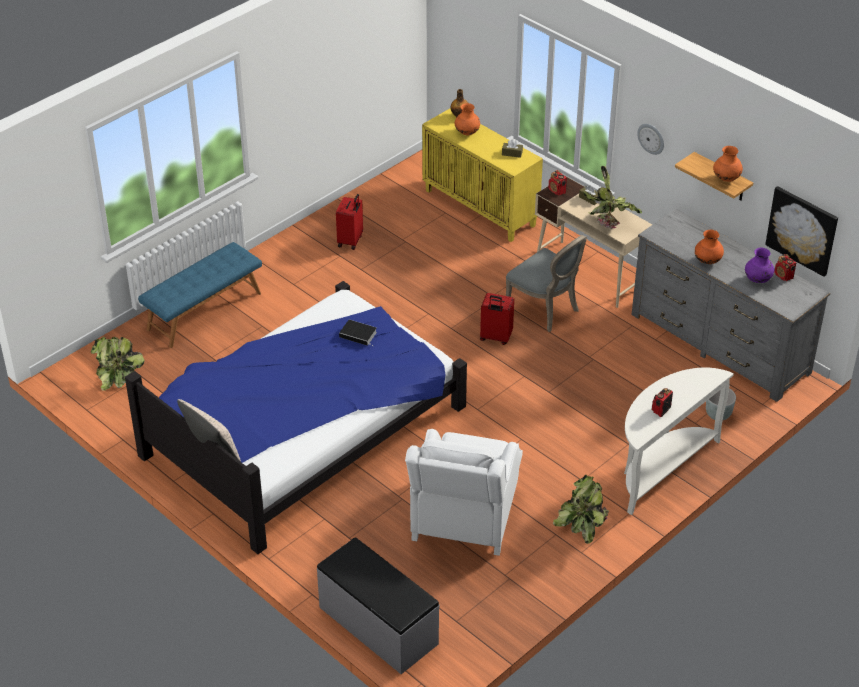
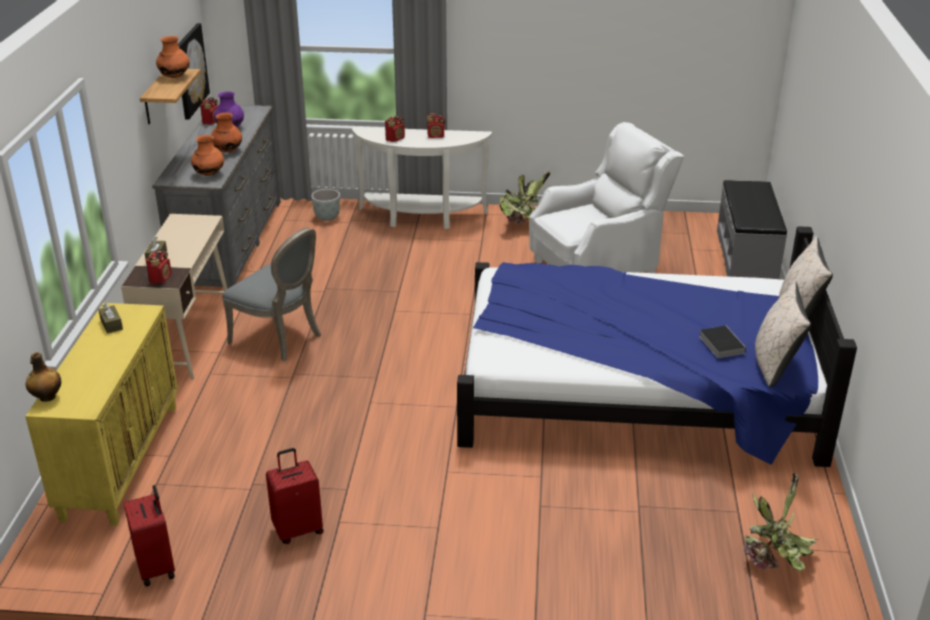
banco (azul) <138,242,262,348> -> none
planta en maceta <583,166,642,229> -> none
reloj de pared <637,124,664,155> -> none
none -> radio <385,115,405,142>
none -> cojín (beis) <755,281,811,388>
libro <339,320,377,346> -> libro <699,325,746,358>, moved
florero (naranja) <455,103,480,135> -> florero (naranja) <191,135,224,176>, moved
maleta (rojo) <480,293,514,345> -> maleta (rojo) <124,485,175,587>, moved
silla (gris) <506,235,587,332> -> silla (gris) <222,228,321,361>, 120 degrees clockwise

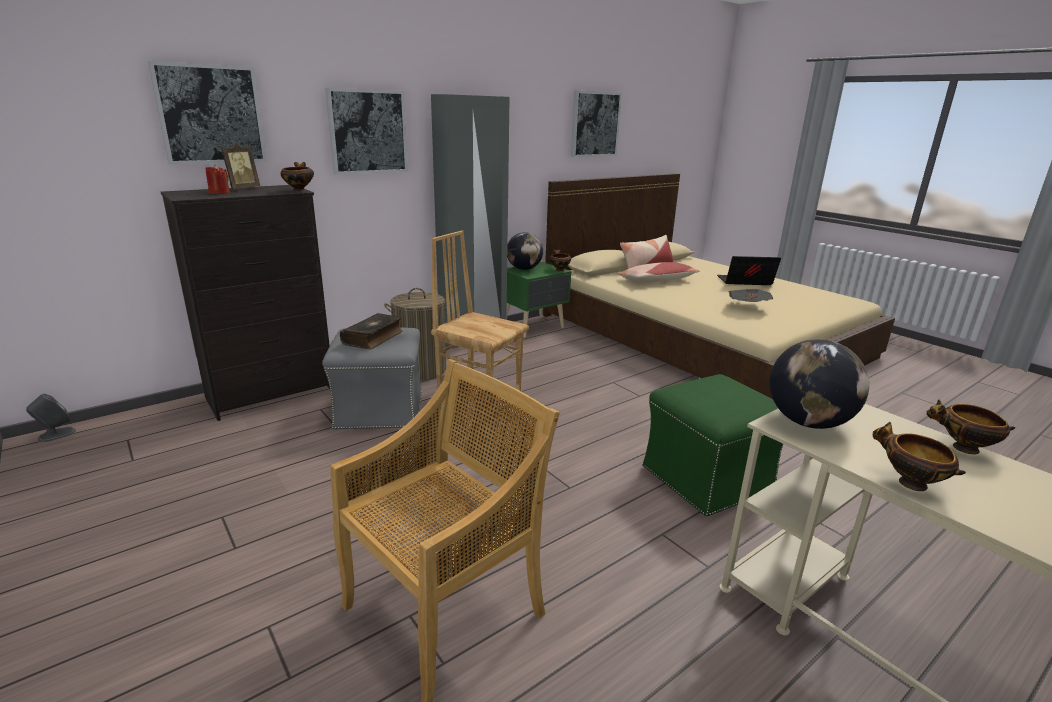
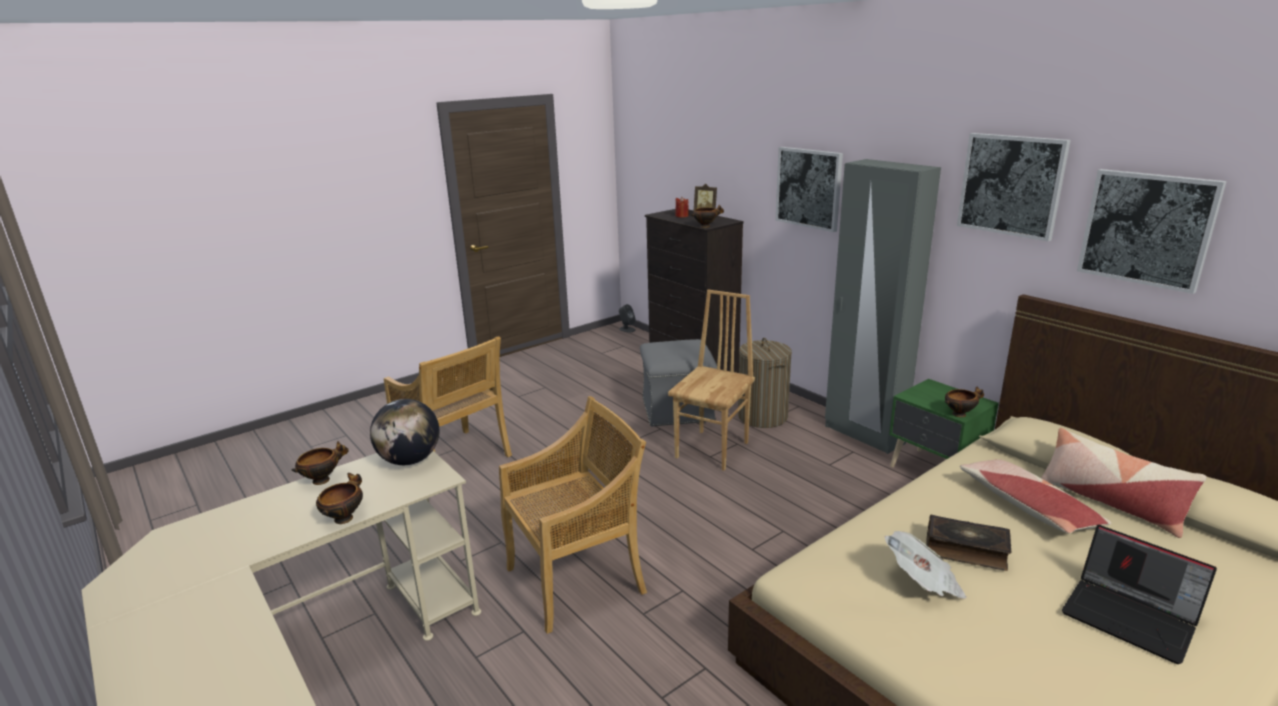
globo terráqueo <507,232,543,270> -> none
cuadro <148,61,267,164> -> cuadro <957,133,1071,241>, moved
libro <340,313,403,350> -> libro <926,515,1012,571>, moved
puf (verde) <643,374,783,516> -> silla (beis) <499,396,647,634>
portátil <717,256,781,285> -> portátil <1062,525,1217,664>, 135 degrees clockwise

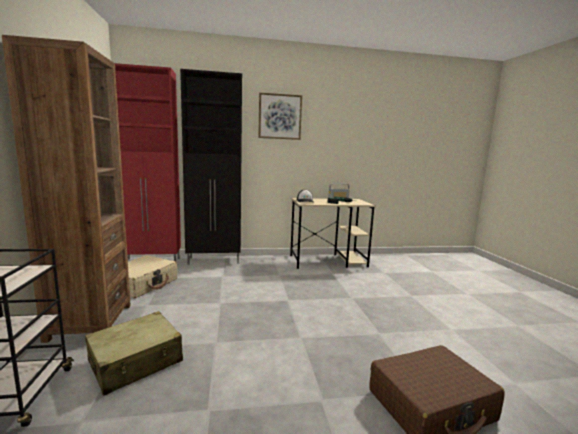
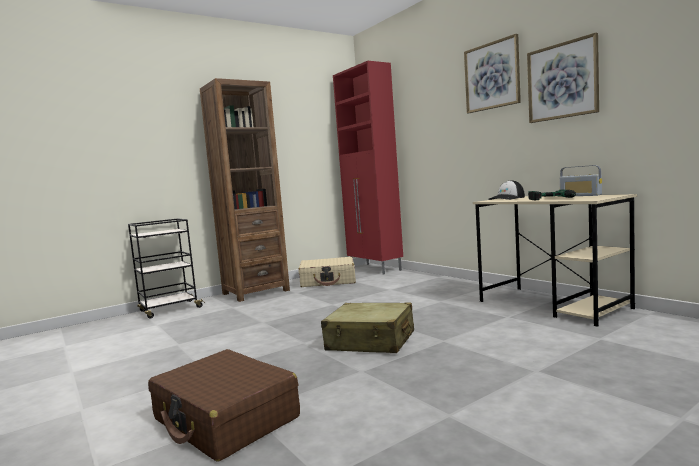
armario (negro) <180,69,242,265> -> none
none -> cuadro <527,33,599,123>
maleta (beis) <85,311,183,395> -> maleta (beis) <321,302,414,353>, moved

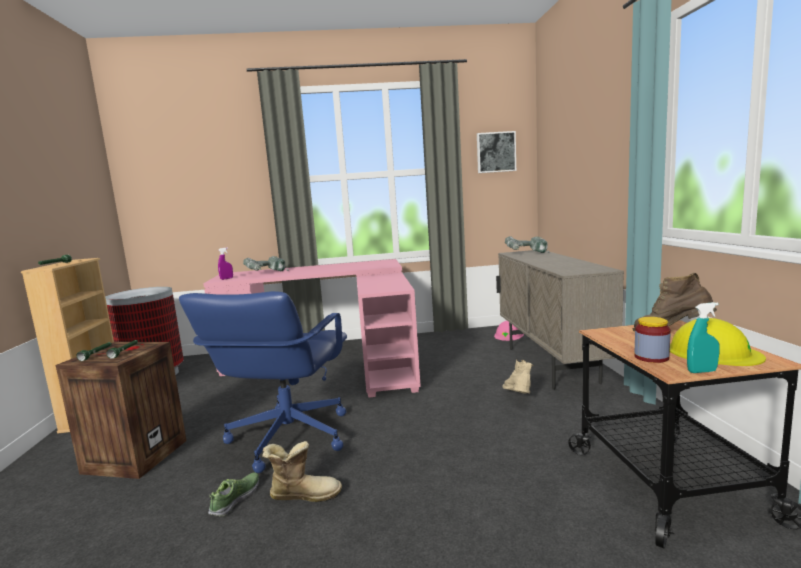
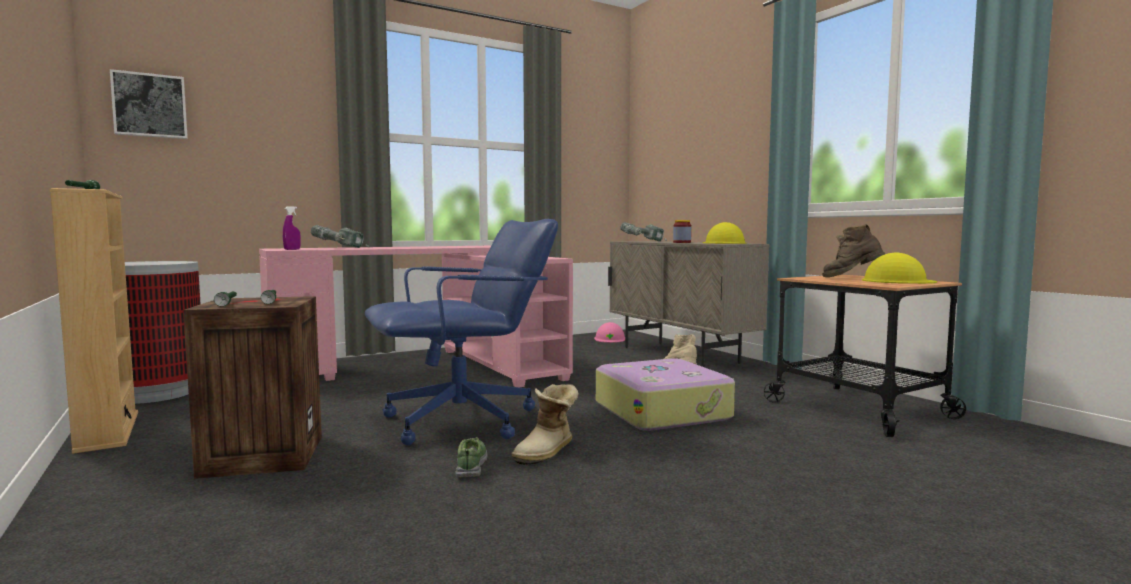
pulverizador (turquesa) <687,302,720,373> -> none
none -> maleta <596,358,735,431>
none -> casco (amarillo) <703,222,746,244>
cuadro <477,131,516,173> -> cuadro <110,69,188,139>, moved
tarro <635,317,671,363> -> tarro <673,220,691,243>, moved
silla de oficina (azul) <179,291,347,473> -> silla de oficina (azul) <365,219,558,446>, 105 degrees counterclockwise
bota <262,441,342,502> -> bota <512,384,579,465>, 150 degrees clockwise

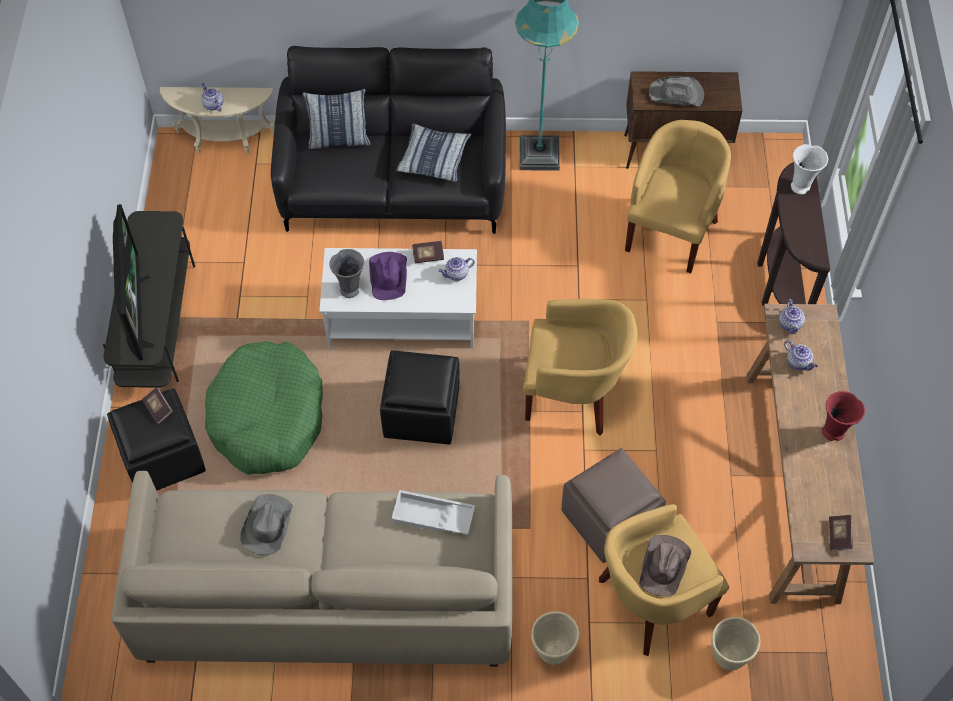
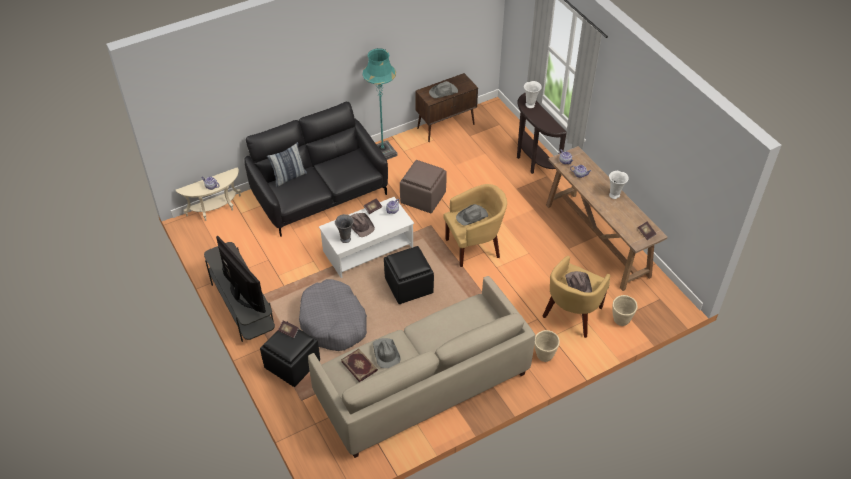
bandeja (blanco) <391,490,475,535> -> none
cojín <396,124,471,182> -> none
sillón (amarillo) <625,120,731,273> -> none
none -> libro <341,349,378,382>
none -> sombrero (gris) <456,204,488,226>
puf (marrón) <562,448,666,563> -> puf (marrón) <400,160,447,213>, moved
cama para perro (verde) <205,341,323,475> -> cama para perro (gris) <299,279,367,351>
sombrero (morado) <369,252,407,300> -> sombrero (marrón) <351,213,375,237>
florero (rojo) <822,391,865,441> -> florero (blanco) <609,171,629,199>

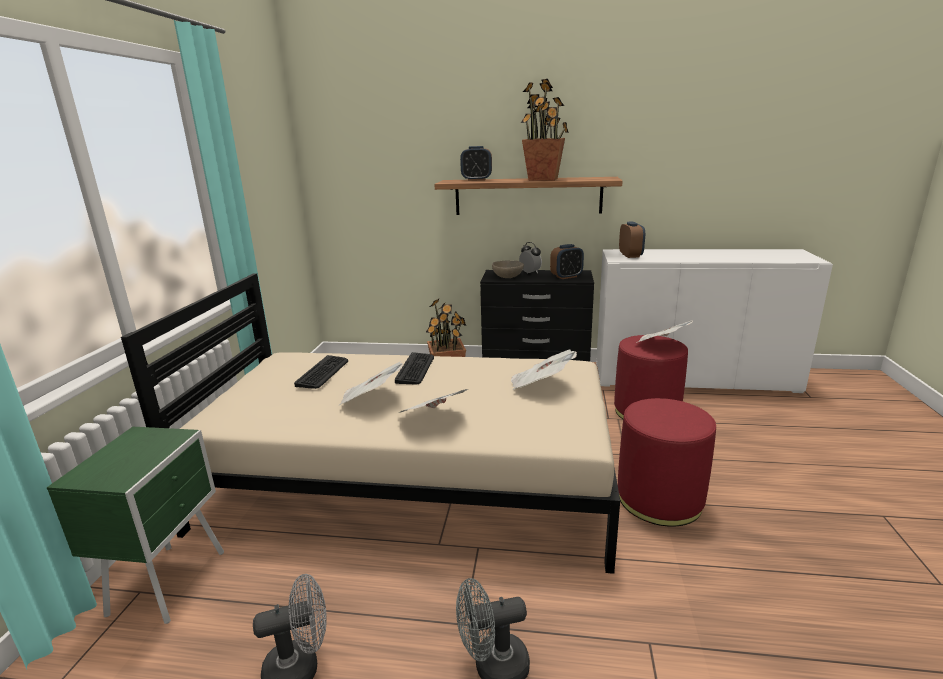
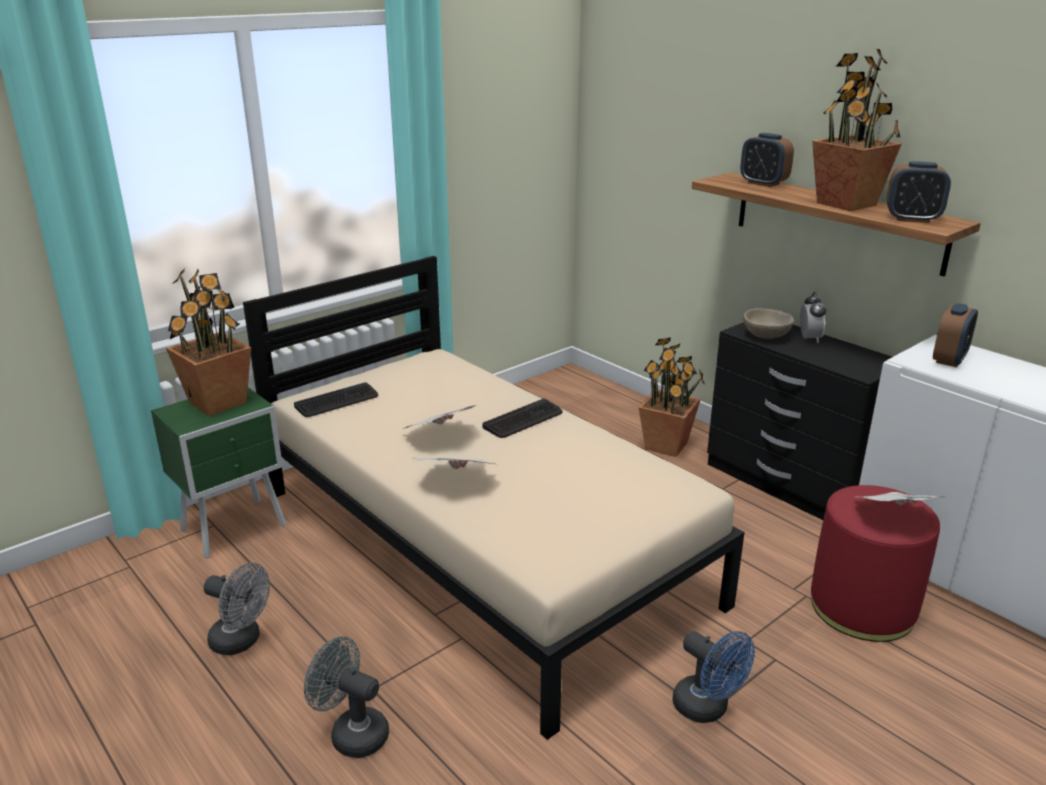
periódico <511,350,577,390> -> none
none -> planta en maceta <166,269,251,416>
teclado <294,355,348,389> -> teclado <294,382,378,417>, moved
despertador <550,244,584,279> -> despertador <887,161,951,223>, moved
puf (rojo) <618,398,716,527> -> ventilador (azul) <673,631,755,723>

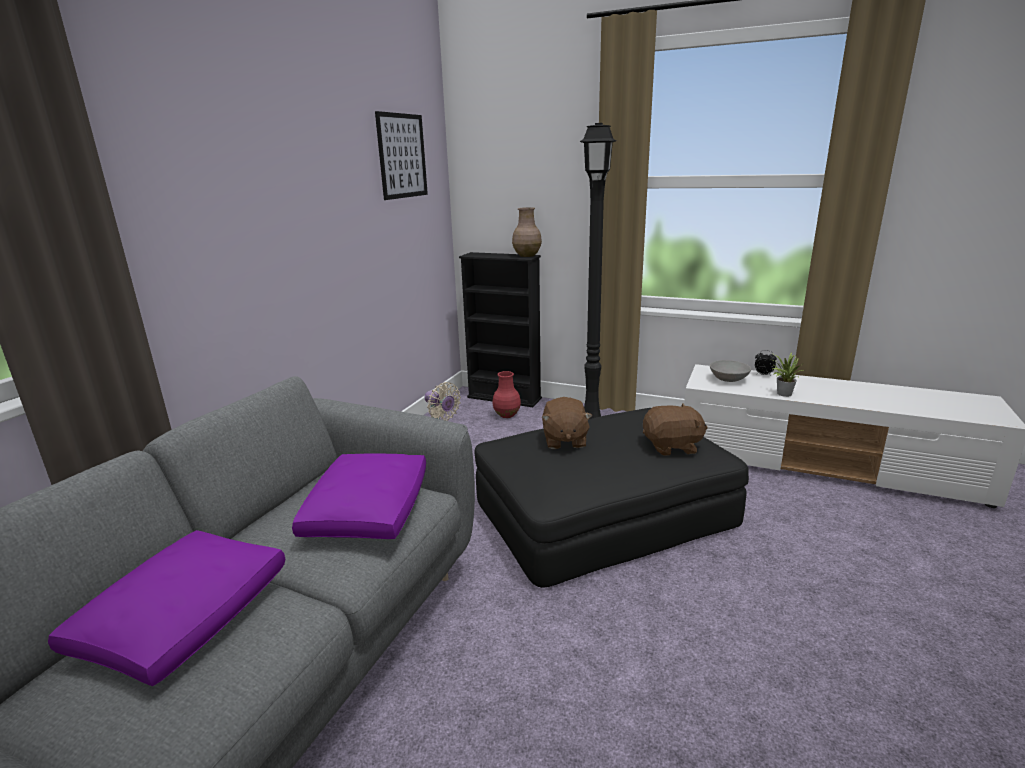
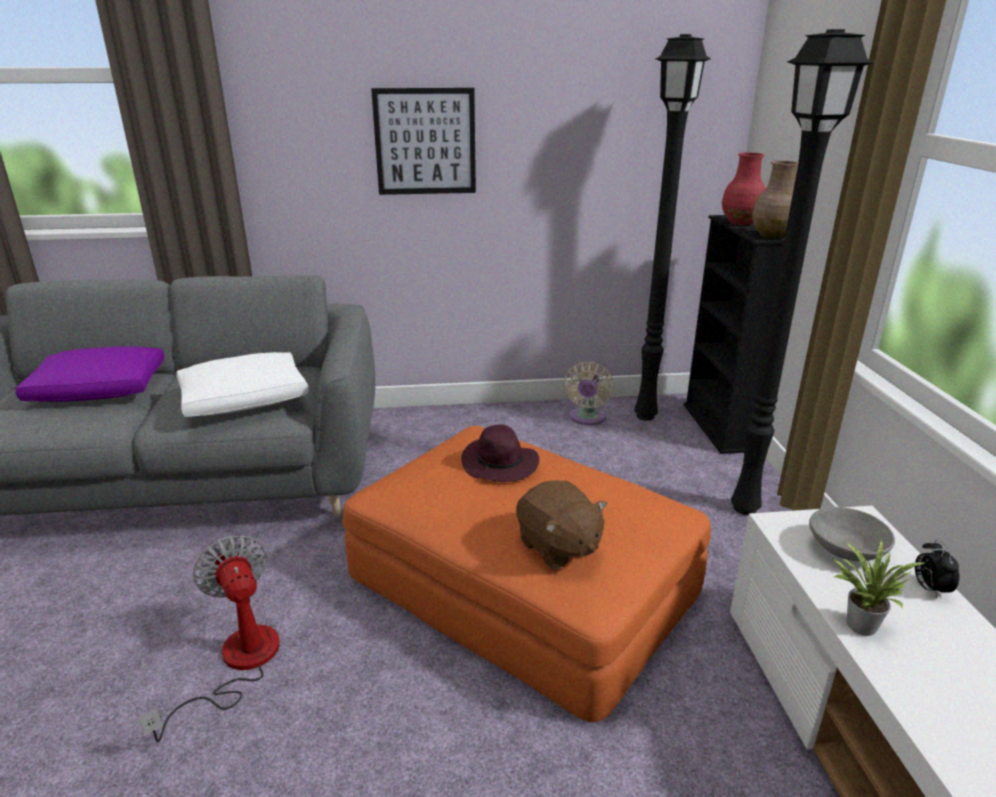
none -> ventilador <138,535,280,742>
none -> lámpara de pie (negro) <634,34,711,421>
cuadro <375,111,428,200> -> cuadro <371,88,476,195>, moved
florero (rojo) <492,371,521,418> -> florero (rojo) <722,153,766,225>, moved
peluche (marrón) <542,397,592,449> -> sombrero (morado) <461,424,539,482>
cojín (morado) <292,453,426,539> -> cojín (blanco) <176,352,309,417>
puf (negro) <474,408,749,588> -> puf (naranja) <343,426,711,722>

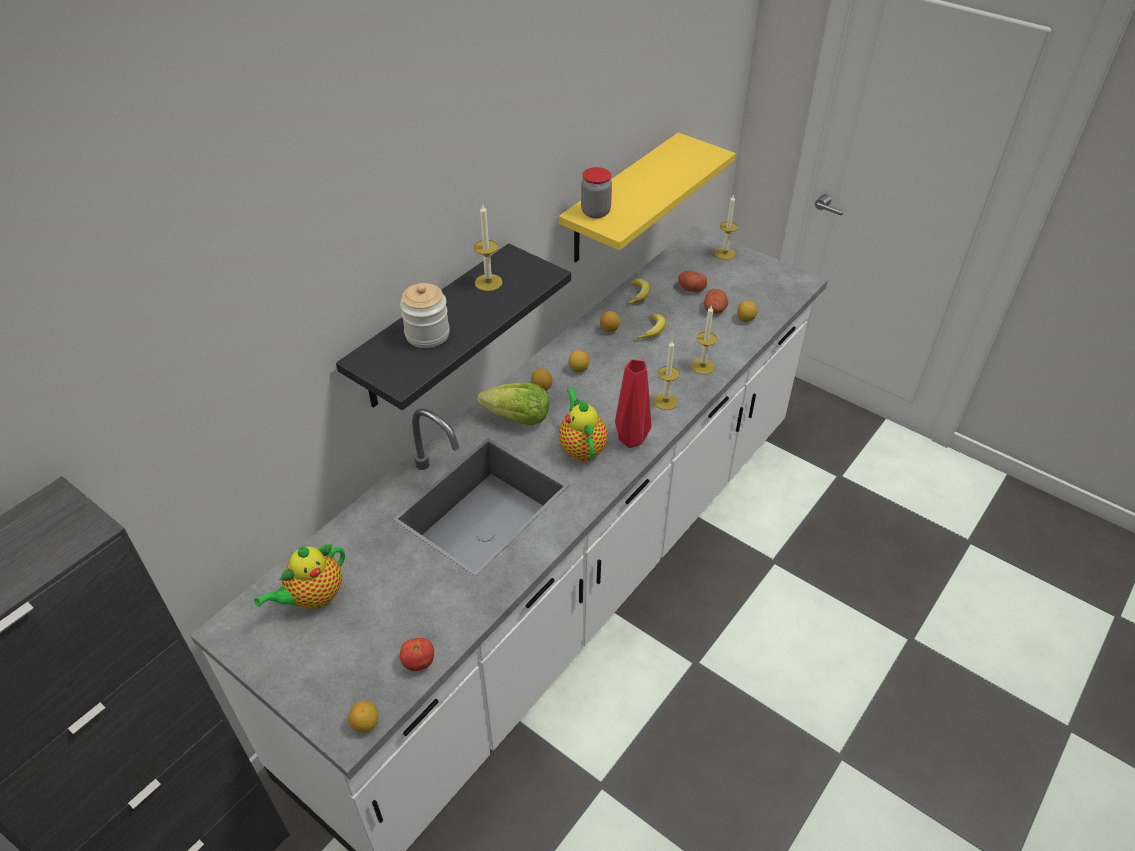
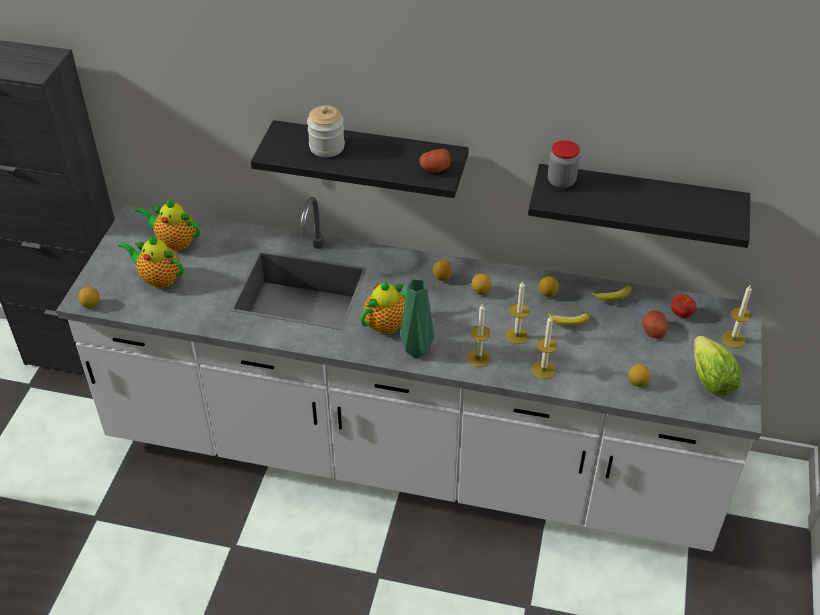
none -> tetera <118,235,183,288>
tomate <400,638,434,671> -> tomate <671,294,697,318>, moved
vela <474,205,503,291> -> vela <505,280,530,344>, moved
lechuga <477,382,549,425> -> lechuga <694,336,741,396>, moved
patata <704,289,728,314> -> patata <419,149,451,173>, moved
estante (amarillo) <559,133,736,262> -> estante (negro) <528,164,750,248>
florero (rojo) <615,359,651,448> -> florero (verde) <401,279,434,358>

